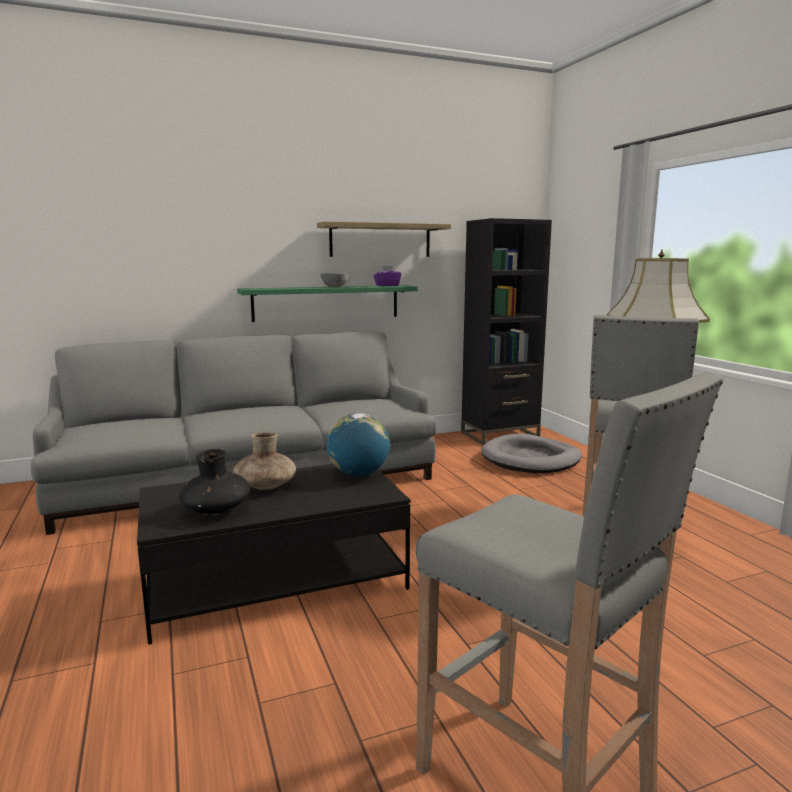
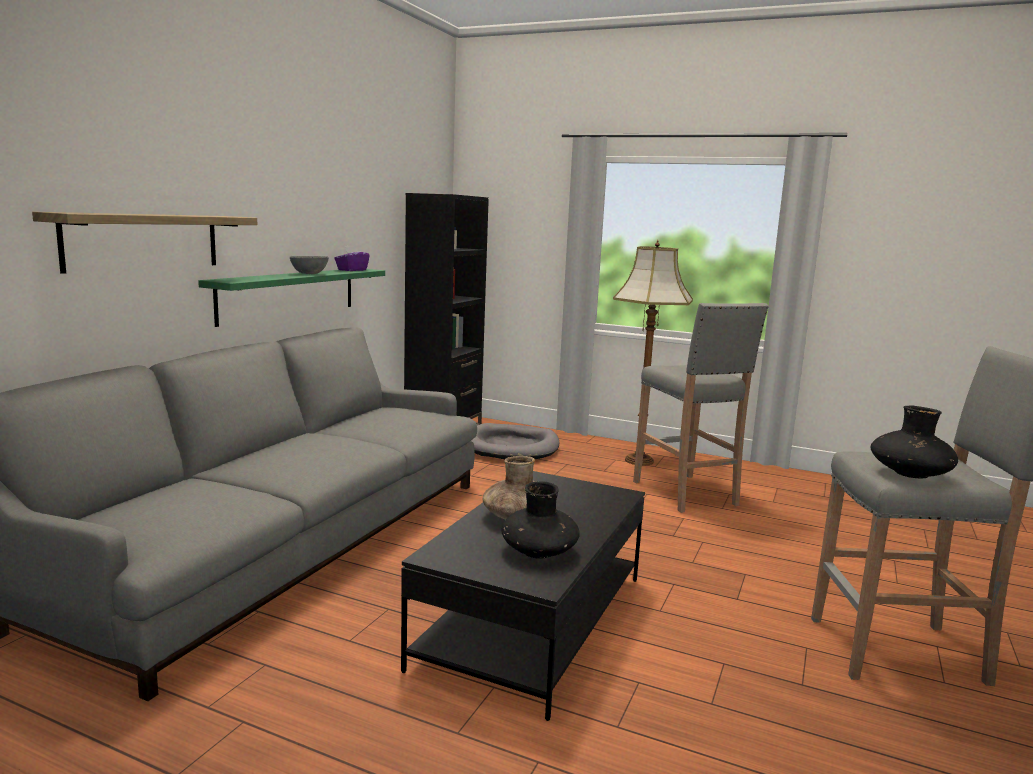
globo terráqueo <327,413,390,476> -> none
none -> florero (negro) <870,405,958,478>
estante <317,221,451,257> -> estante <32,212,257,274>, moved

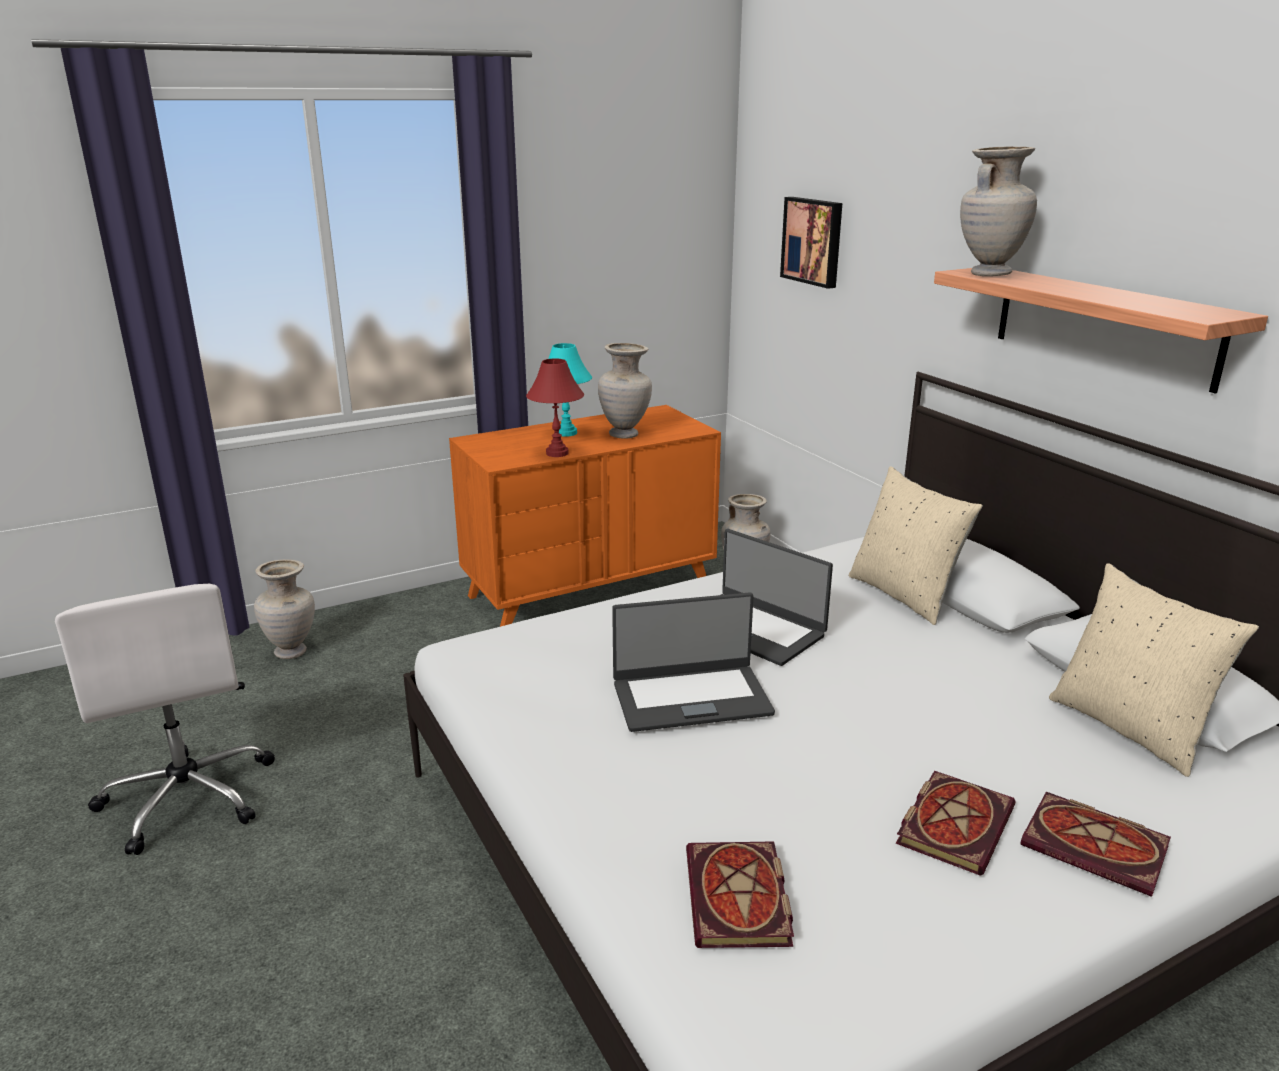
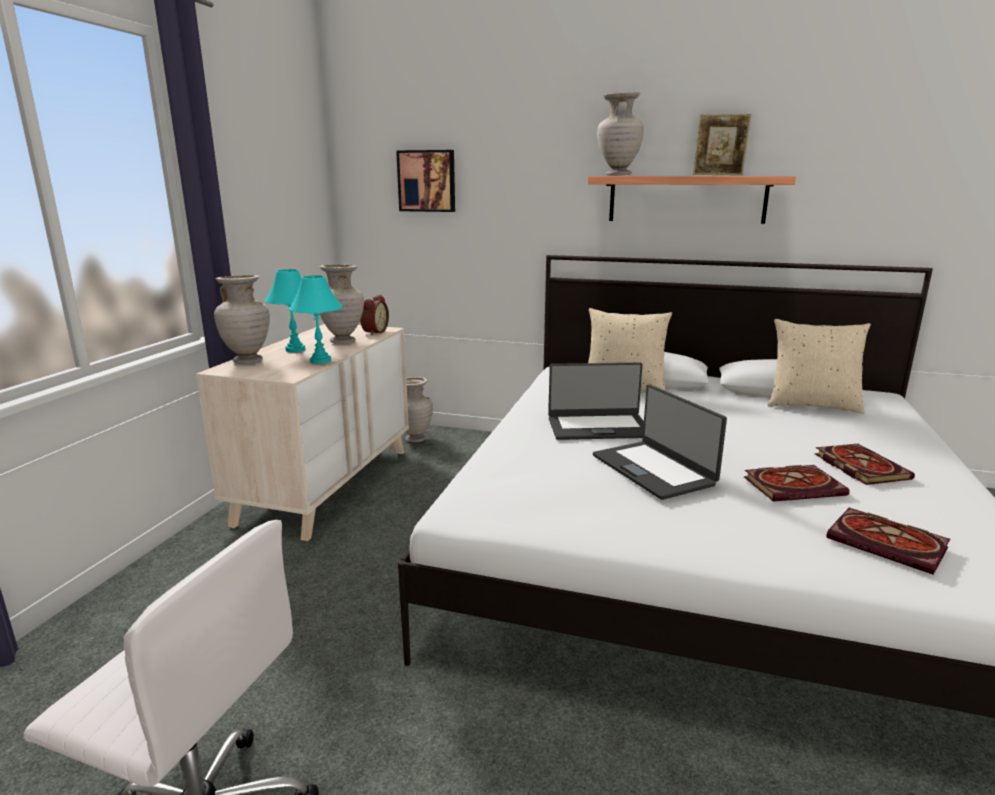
none -> despertador <360,295,389,335>
none -> portarretratos <693,114,751,176>
florero (beis) <254,559,315,659> -> florero (beis) <214,275,270,364>, moved
libro <1020,792,1171,897> -> libro <744,465,850,502>, moved
cómoda (naranja) <449,405,721,627> -> cómoda (beis) <196,324,409,541>
lámpara de mesa (rojo) <526,358,584,457> -> lámpara de mesa (turquesa) <289,275,342,364>
portátil <612,592,775,732> -> portátil <593,384,727,500>, 120 degrees clockwise

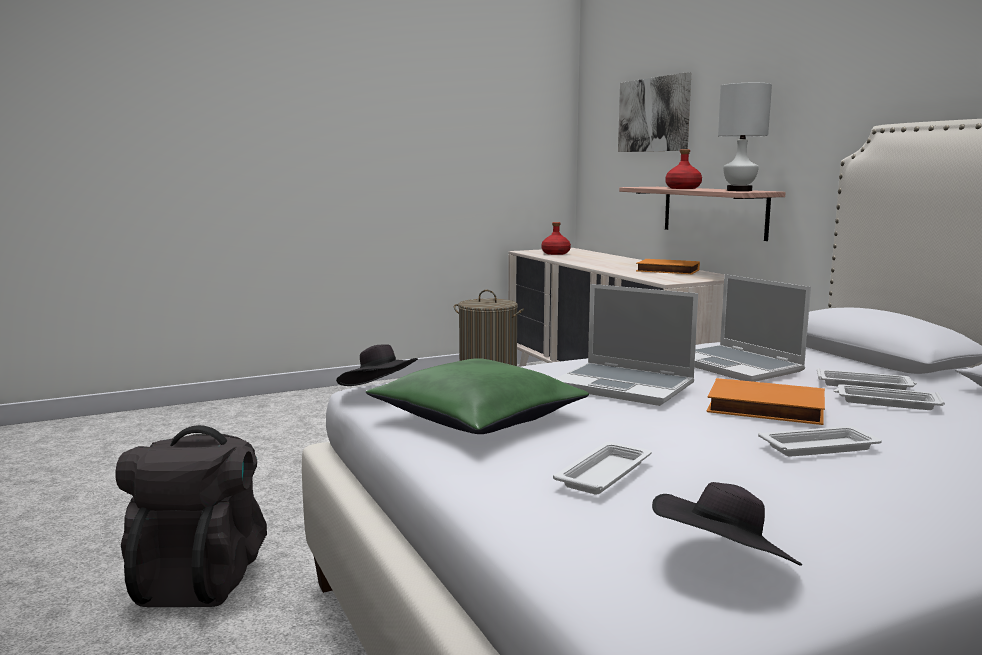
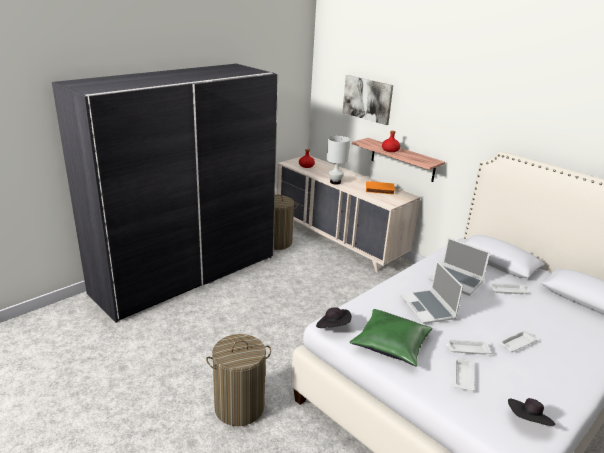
libro (naranja) <707,378,825,425> -> none
none -> armario ropero (gris) <52,64,278,323>
lámpara de mesa (blanco) <718,83,772,191> -> lámpara de mesa (blanco) <327,136,350,185>, moved
bandeja (blanco) <833,384,945,410> -> bandeja (blanco) <446,339,492,354>, moved
mochila (negro) <116,425,267,607> -> cesto de la ropa <206,334,271,426>
portátil <555,284,698,406> -> portátil <400,261,463,324>, 60 degrees clockwise

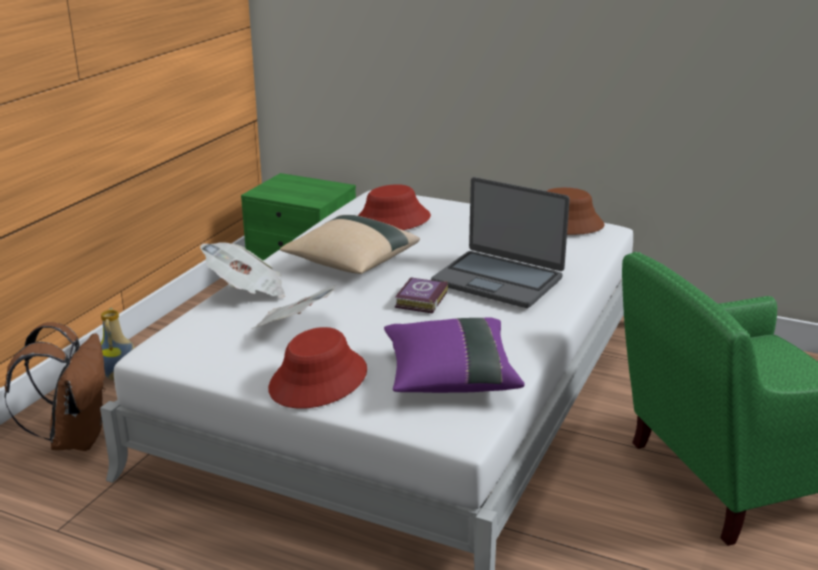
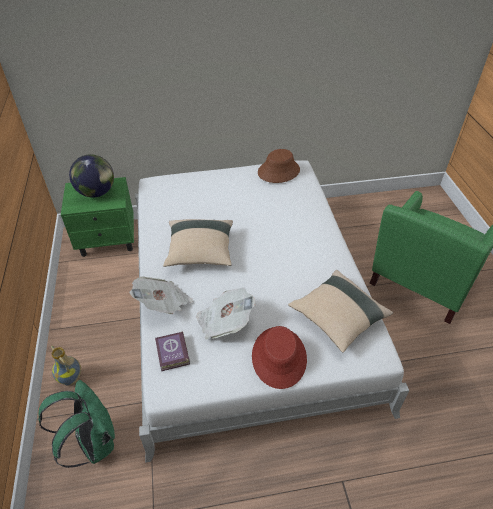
sombrero (rojo) <358,184,431,230> -> none
portátil <431,177,570,308> -> none
none -> globo terráqueo <69,154,114,198>
libro <395,278,448,314> -> libro <155,331,190,371>, moved
mochila (marrón) <4,322,106,451> -> mochila (verde) <38,380,115,468>
cojín (morado) <384,317,525,393> -> cojín (beis) <288,270,393,353>

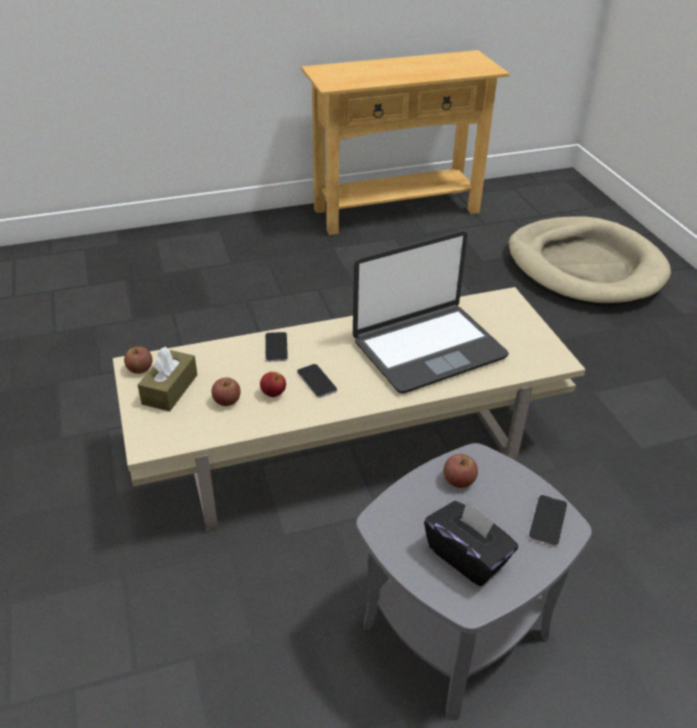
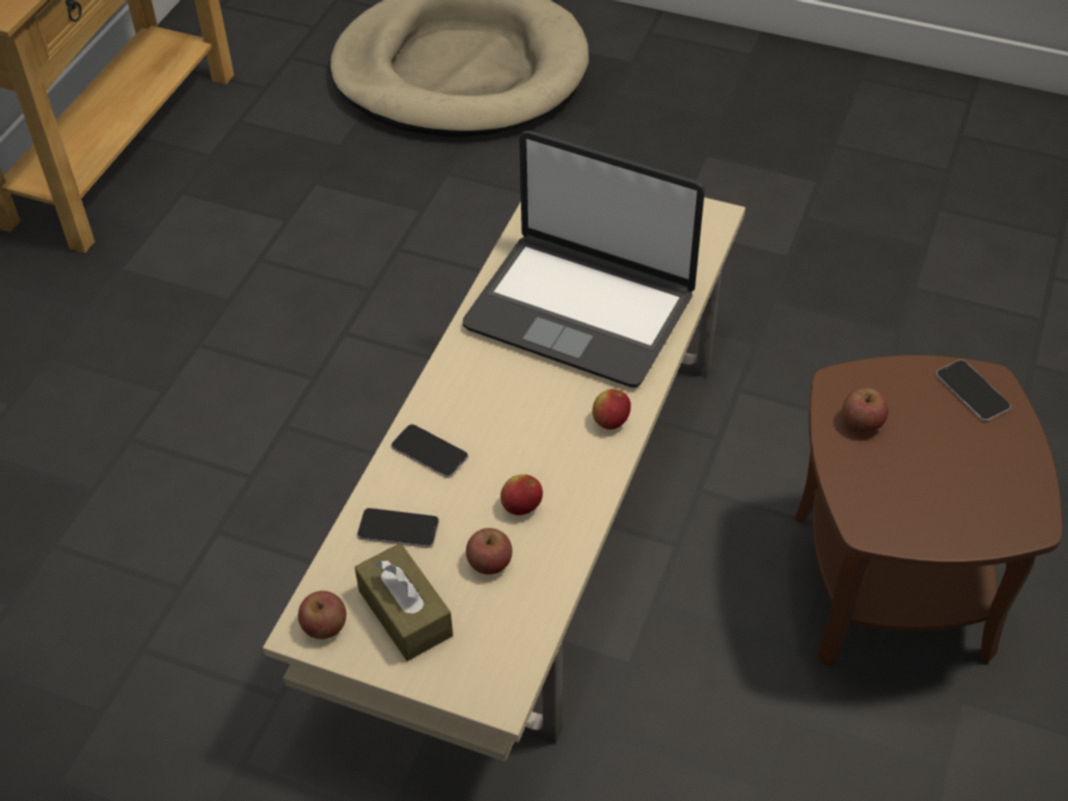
caja de pañuelos (negro) <424,500,518,586> -> none
none -> manzana <592,389,631,429>
móvil <297,364,337,398> -> móvil <357,508,439,548>, moved
mesa auxiliar (gris) <356,443,592,719> -> mesa auxiliar (marrón) <794,355,1063,667>
portátil <353,230,509,393> -> portátil <462,131,705,387>, 105 degrees clockwise

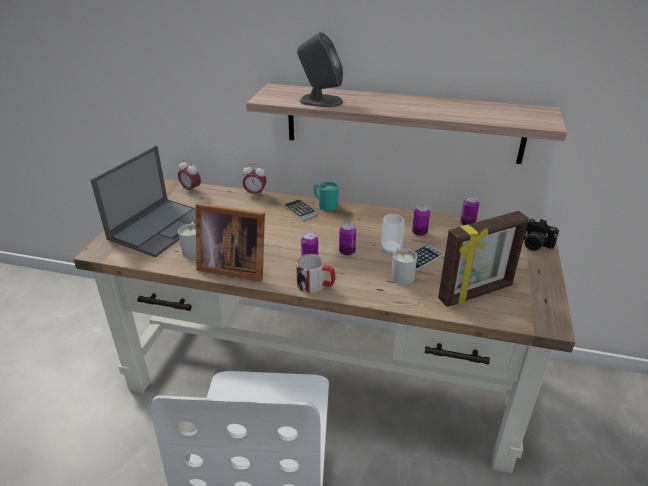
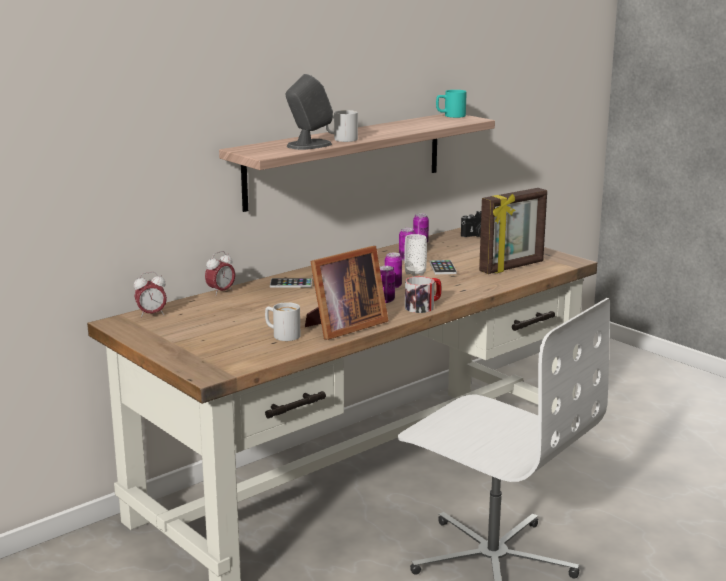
portátil <90,146,196,257> -> none
taza grande (turquesa) <314,182,338,211> -> taza grande (turquesa) <436,90,467,118>, moved
taza grande (blanco) <391,247,417,285> -> taza grande (blanco) <325,110,358,142>, moved
portarretratos <438,211,529,307> -> portarretratos <479,188,547,274>, 45 degrees clockwise

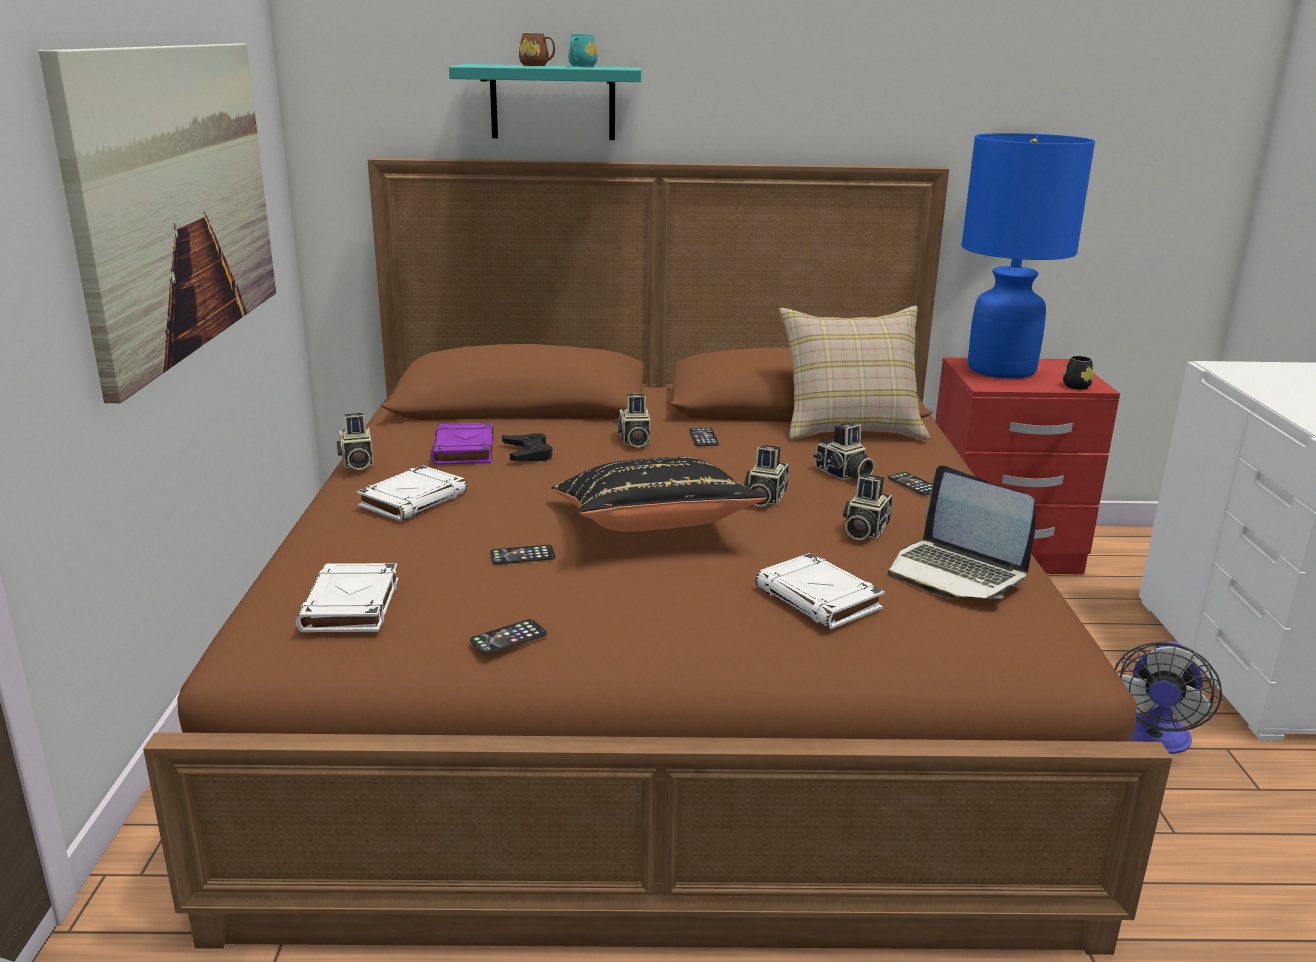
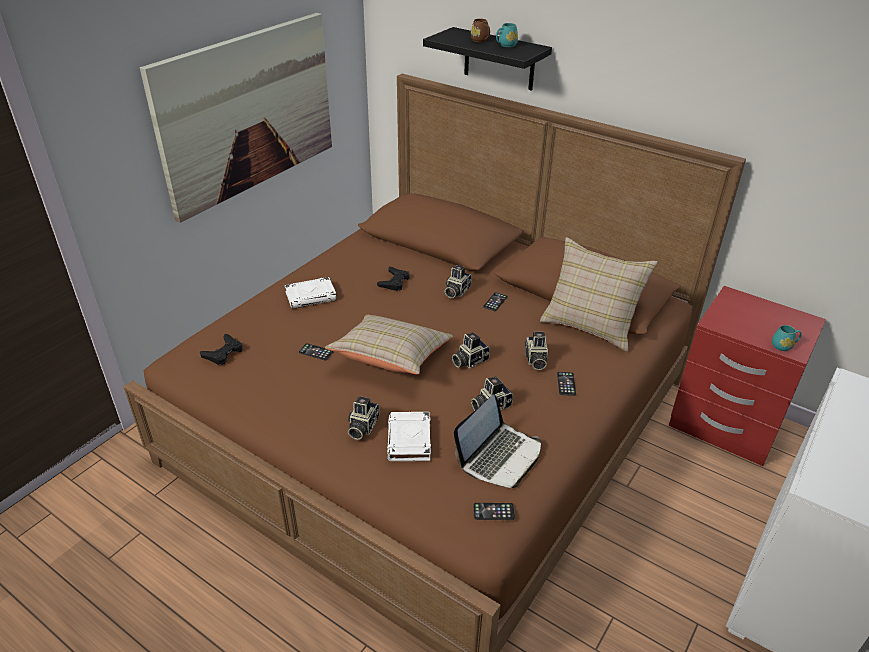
libro (morado) <431,423,493,465> -> none
lámpara de mesa (azul) <961,133,1095,379> -> none
ventilador <1115,641,1222,754> -> none
cámara <336,413,374,470> -> cámara <348,396,379,440>, moved
móvil <470,619,547,655> -> móvil <473,503,515,520>, moved
libro (blanco) <296,563,398,632> -> mando de consola (negro) <200,334,243,365>
estante (turquesa) <449,64,642,140> -> estante (negro) <423,27,552,91>
cojín (negro) <552,457,767,532> -> cojín (beis) <325,315,453,374>
taza grande (negro) <1063,356,1093,390> -> taza grande (turquesa) <772,325,802,351>
portátil <888,465,1036,599> -> portátil <454,394,541,488>, 135 degrees counterclockwise

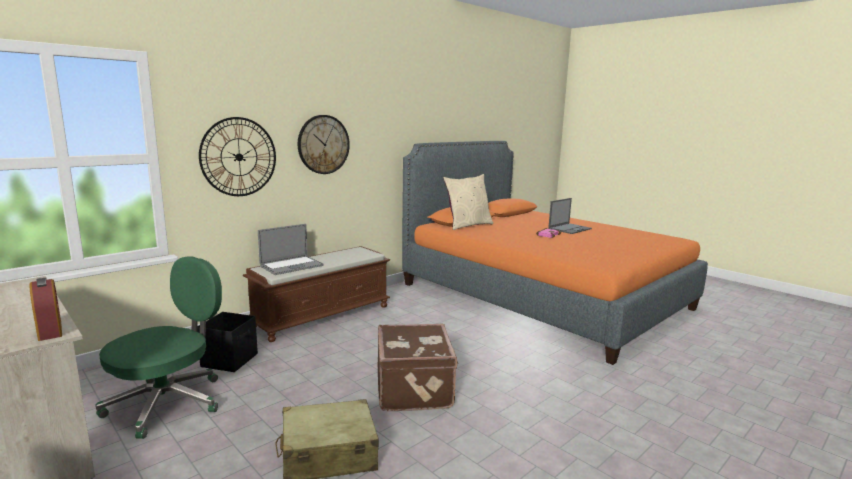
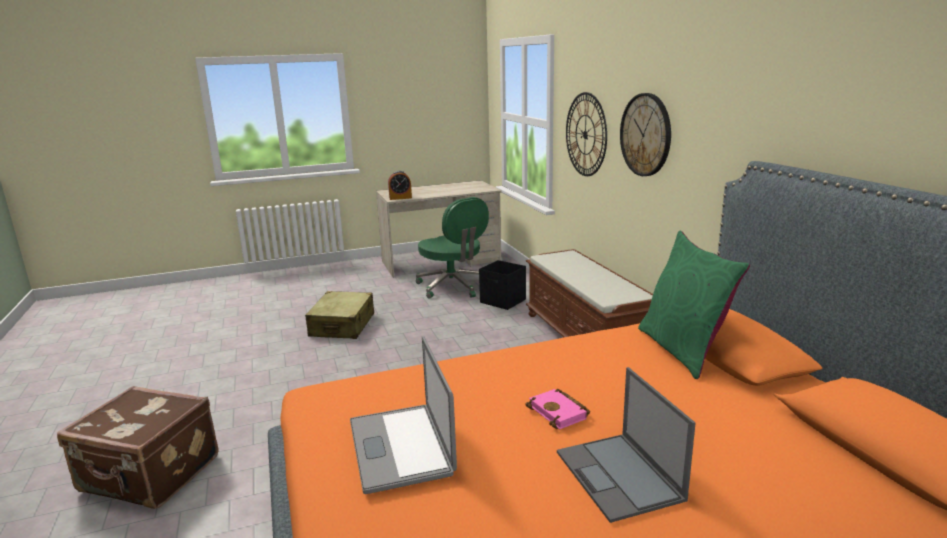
portátil <258,224,324,275> -> portátil <350,336,457,494>, moved
maleta (marrón) <378,324,458,411> -> maleta (marrón) <57,386,218,509>, moved
cojín (beis) <443,174,493,230> -> cojín (verde) <638,231,750,379>

